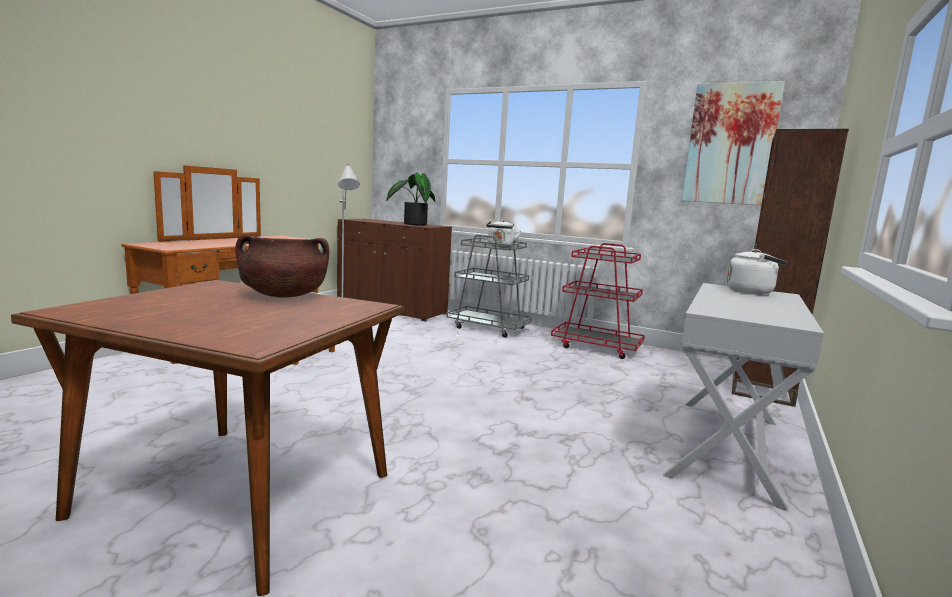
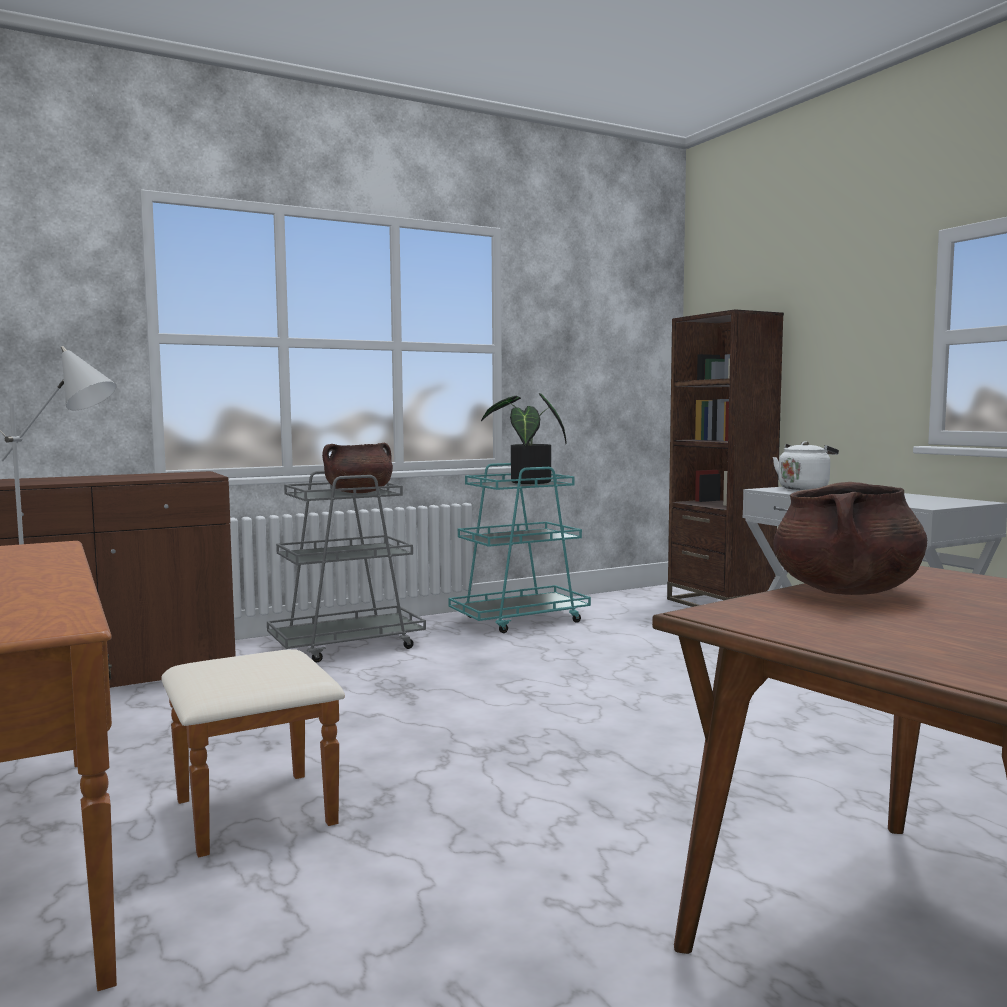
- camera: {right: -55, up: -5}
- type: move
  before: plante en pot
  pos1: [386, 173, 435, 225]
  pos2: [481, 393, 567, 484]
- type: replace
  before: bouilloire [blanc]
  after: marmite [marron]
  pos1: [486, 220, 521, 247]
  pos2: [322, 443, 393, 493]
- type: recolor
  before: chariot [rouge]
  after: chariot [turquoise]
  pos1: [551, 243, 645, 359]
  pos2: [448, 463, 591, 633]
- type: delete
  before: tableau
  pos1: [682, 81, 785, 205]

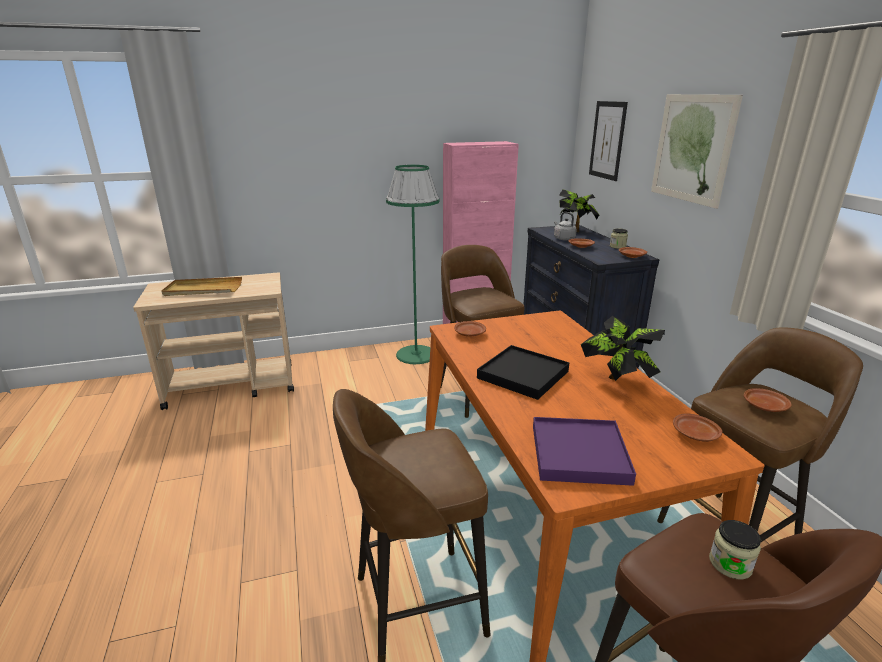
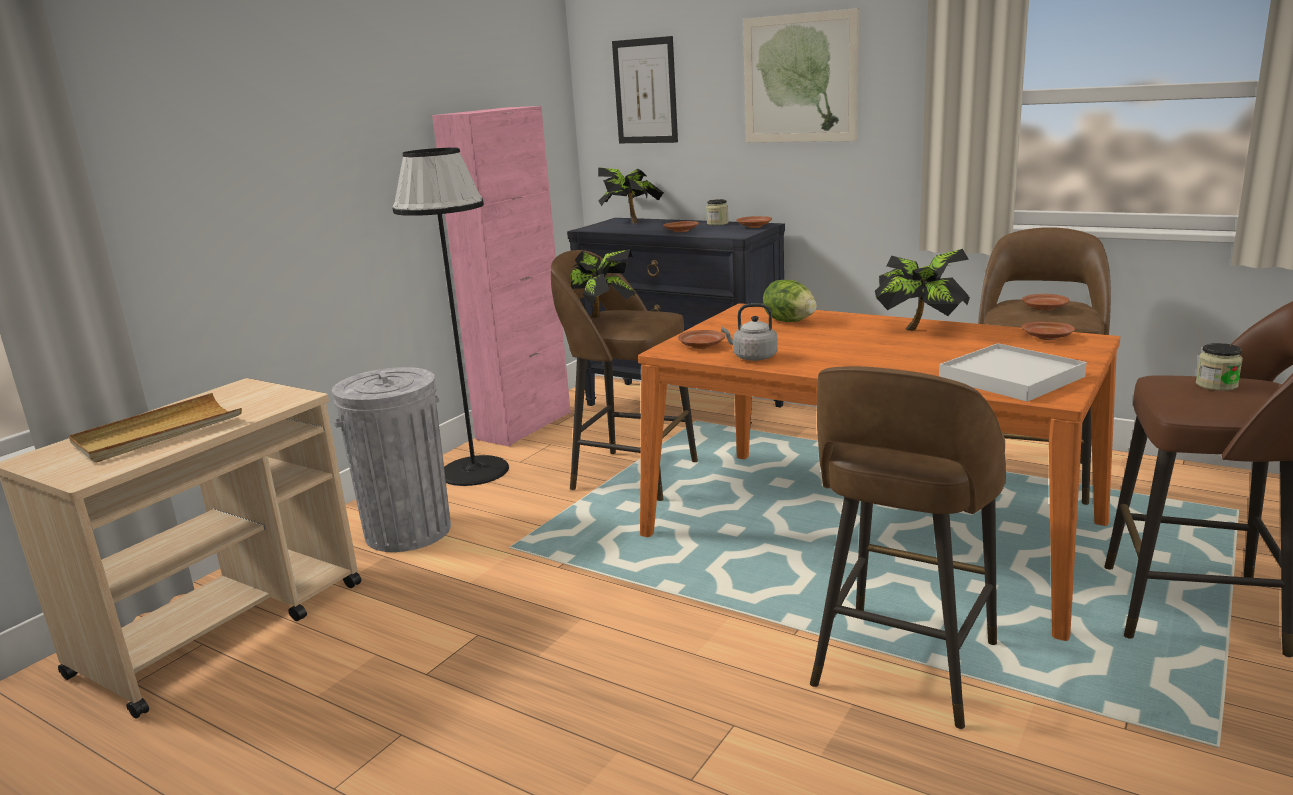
- camera: {right: -40, up: -5}
- type: recolor
  before: lampadaire [vert]
  after: lampadaire [noir]
  pos1: [386, 165, 440, 364]
  pos2: [393, 148, 509, 486]
- type: delete
  before: plateau [noir]
  pos1: [477, 345, 569, 400]
- type: recolor
  before: plateau [violet]
  after: plateau [blanc]
  pos1: [533, 417, 636, 486]
  pos2: [939, 343, 1087, 402]
- type: move
  before: bouilloire [gris]
  pos1: [554, 212, 576, 240]
  pos2: [721, 303, 778, 361]
- type: insert
  after: poubelle [gris]
  pos2: [332, 367, 451, 552]
- type: insert
  after: plante en pot
  pos2: [570, 249, 636, 318]
- type: insert
  after: laitue
  pos2: [763, 280, 817, 322]

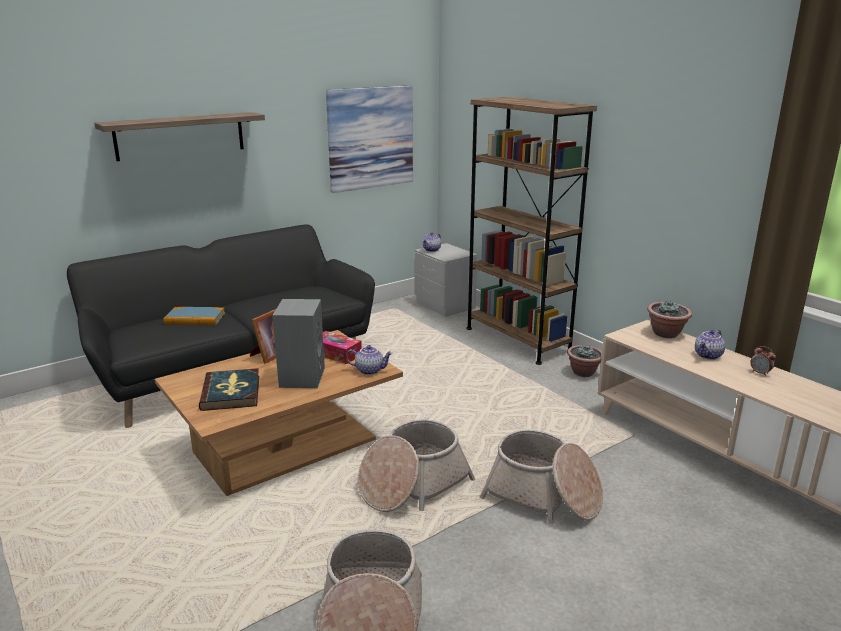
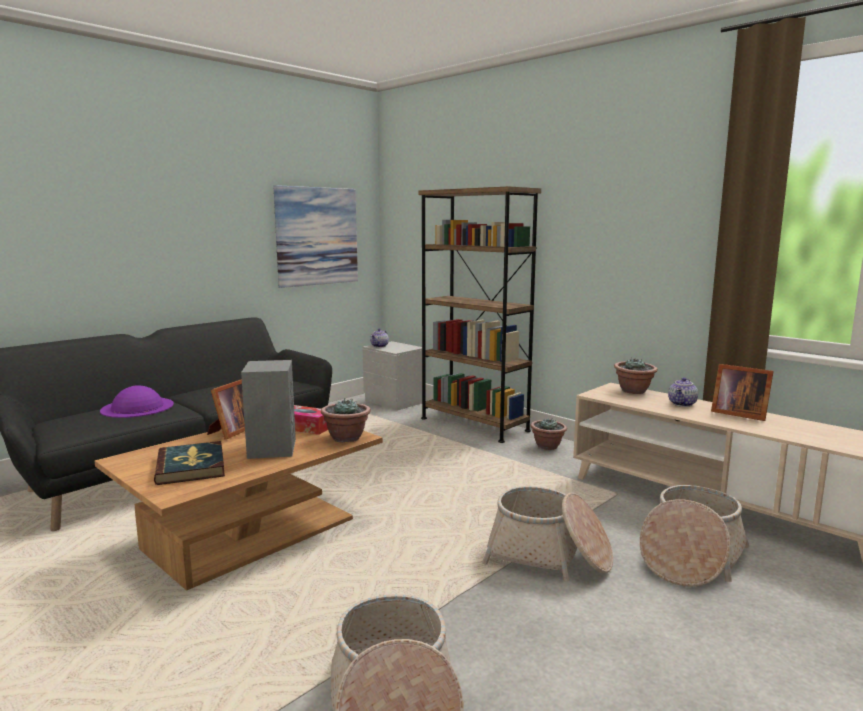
- camera: {right: -10, up: -10}
- type: delete
  before: étagère
  pos1: [95, 112, 265, 161]
- type: replace
  before: livre
  after: chapeau [violet]
  pos1: [163, 307, 225, 325]
  pos2: [100, 385, 174, 418]
- type: replace
  before: théière
  after: plante en pot
  pos1: [346, 345, 393, 375]
  pos2: [321, 399, 371, 443]
- type: move
  before: panier
  pos1: [358, 419, 475, 512]
  pos2: [640, 485, 749, 587]
- type: replace
  before: réveil
  after: cadre photo
  pos1: [750, 346, 776, 376]
  pos2: [711, 364, 774, 421]

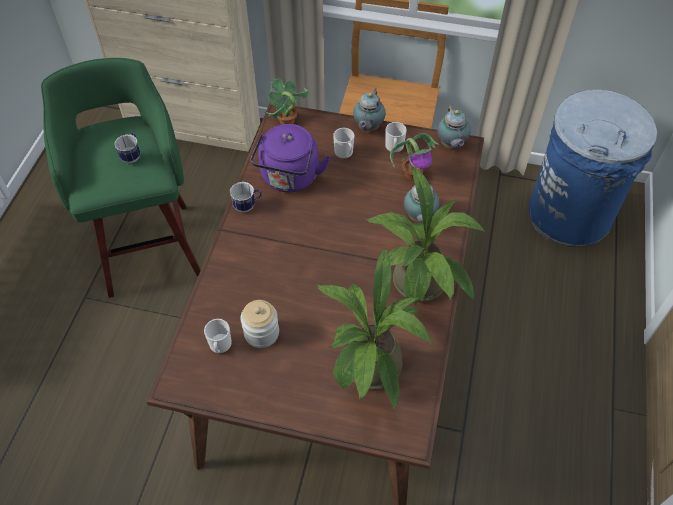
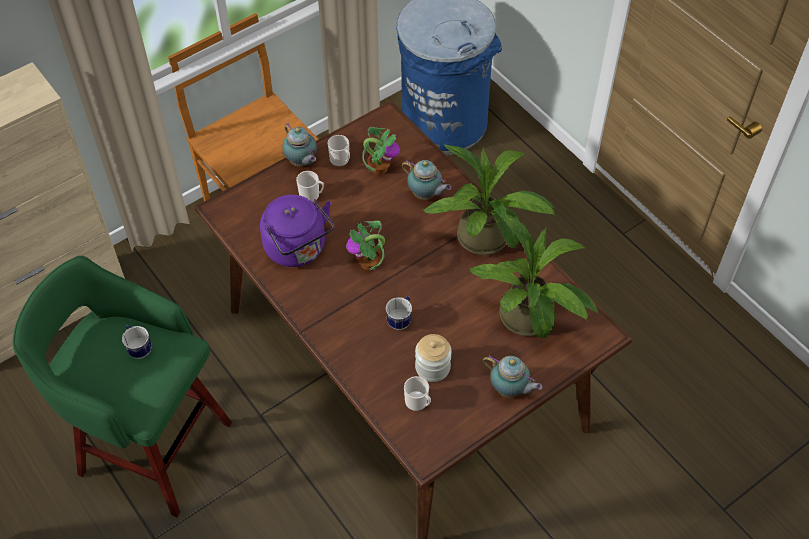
- camera: {right: -50, up: 0}
- type: move
  before: mug
  pos1: [230, 182, 262, 212]
  pos2: [386, 296, 412, 330]
- type: move
  before: plante en pot
  pos1: [265, 78, 309, 124]
  pos2: [346, 221, 385, 270]
- type: move
  before: théière
  pos1: [437, 104, 471, 149]
  pos2: [483, 355, 542, 398]

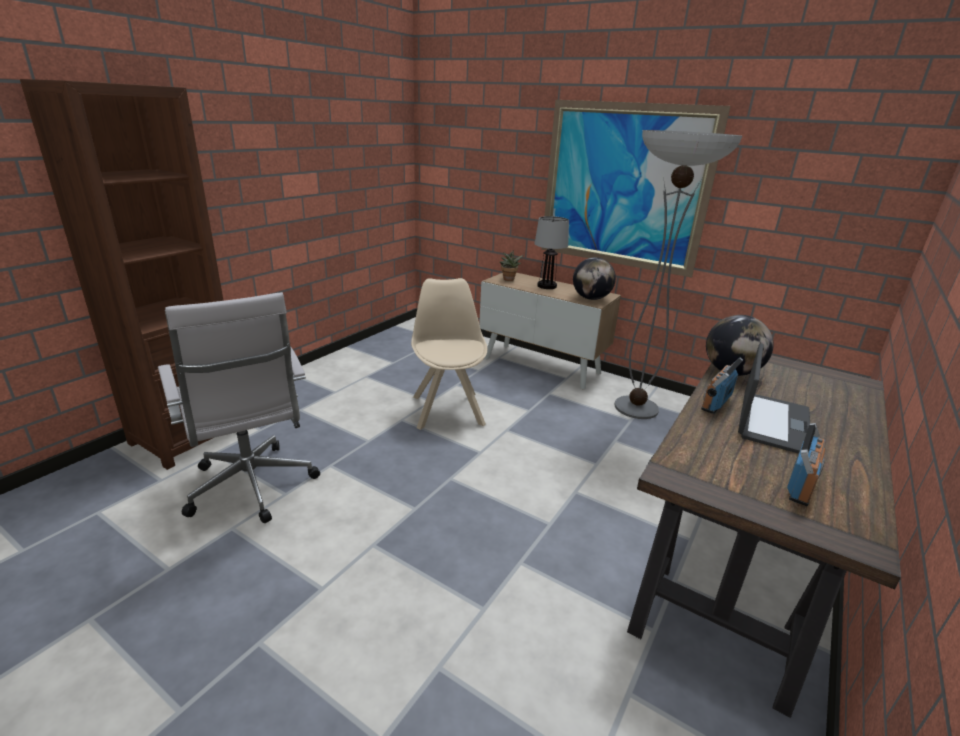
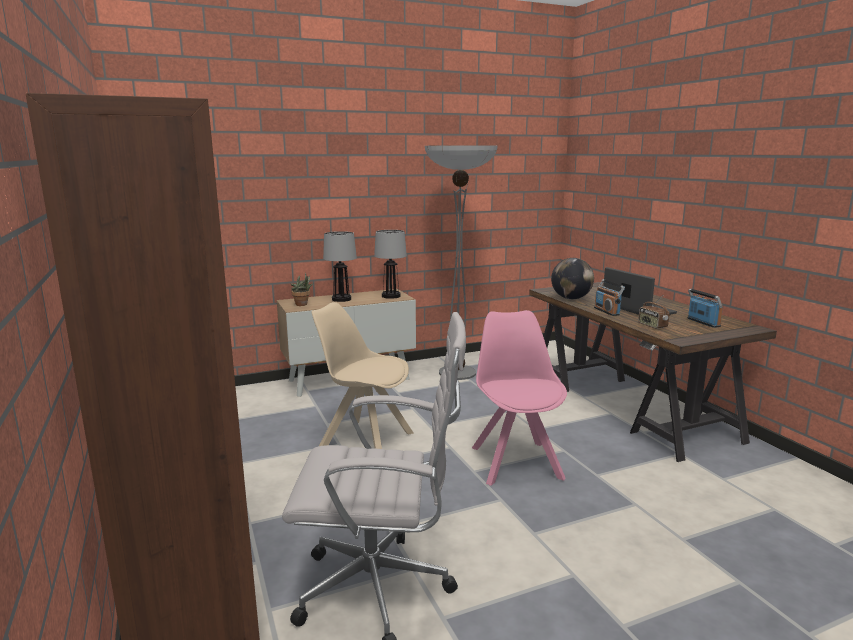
- camera: {right: -55, up: -10}
- type: delete
  before: tableau
  pos1: [541, 100, 731, 278]
- type: replace
  before: globe
  after: lampe de table
  pos1: [573, 257, 616, 300]
  pos2: [374, 230, 407, 299]
- type: insert
  after: chaise [rose]
  pos2: [472, 310, 567, 486]
- type: insert
  after: radio
  pos2: [638, 295, 669, 329]

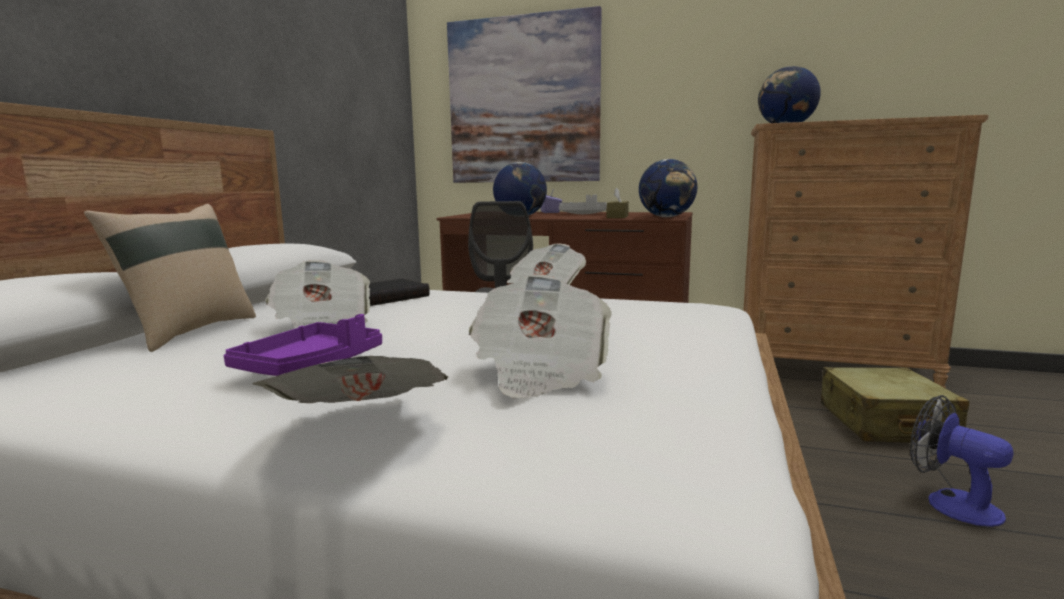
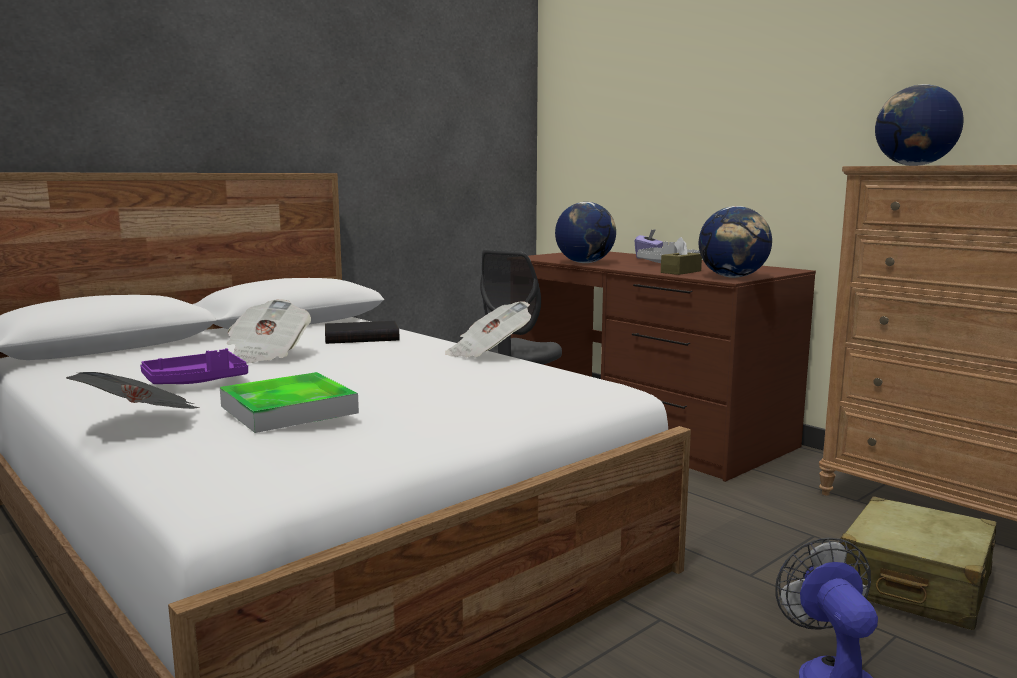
- camera: {right: 30, up: 0}
- type: delete
  before: coussin [beige]
  pos1: [84, 204, 256, 352]
- type: delete
  before: tableau
  pos1: [447, 6, 602, 183]
- type: replace
  before: journal
  after: plateau
  pos1: [469, 274, 612, 398]
  pos2: [220, 372, 359, 433]

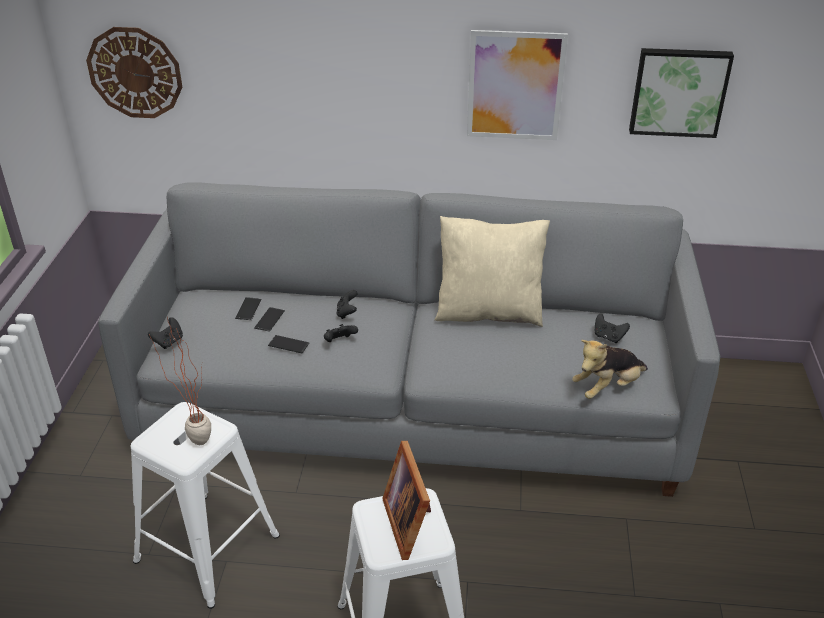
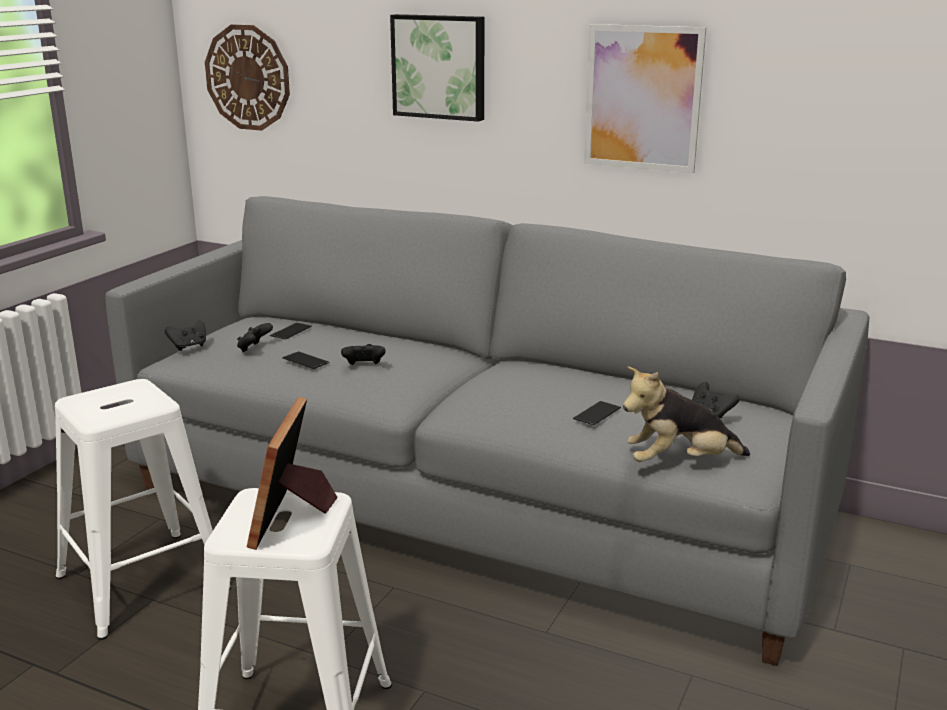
- camera: {right: 20, up: -15}
- type: delete
  before: plante en pot
  pos1: [149, 316, 211, 445]
- type: move
  before: téléphone
  pos1: [254, 307, 285, 332]
  pos2: [573, 401, 621, 425]
- type: move
  before: manette [noir]
  pos1: [336, 290, 358, 319]
  pos2: [237, 323, 273, 352]
- type: delete
  before: coussin [beige]
  pos1: [434, 216, 550, 327]
- type: move
  before: tableau
  pos1: [629, 48, 734, 138]
  pos2: [390, 14, 485, 122]

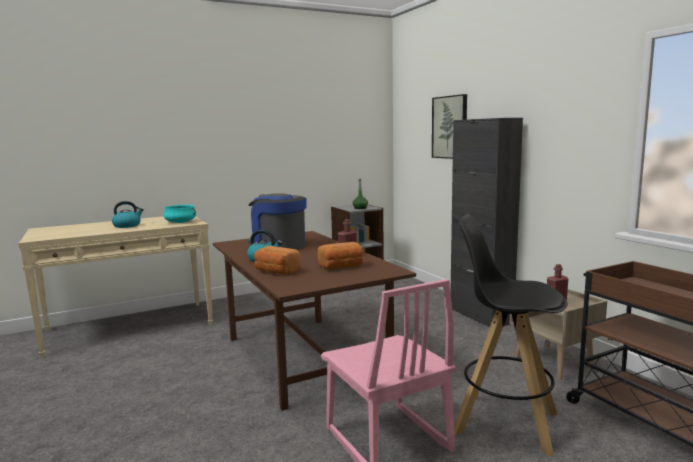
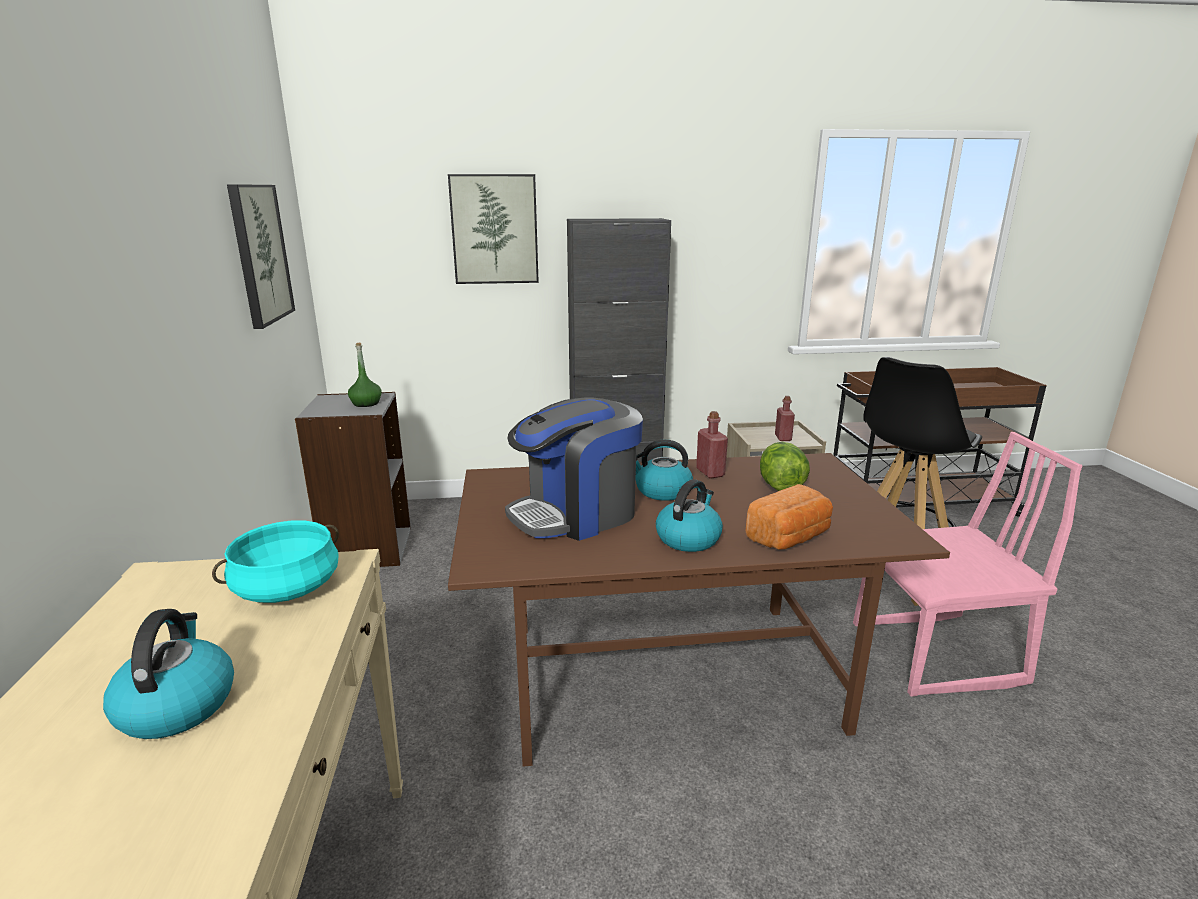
- camera: {right: -70, up: 10}
- type: replace
  before: pain
  after: laitue
  pos1: [318, 242, 363, 269]
  pos2: [760, 442, 810, 491]
- type: insert
  after: tableau
  pos2: [227, 184, 295, 329]
- type: insert
  after: bouilloire
  pos2: [635, 439, 693, 501]

